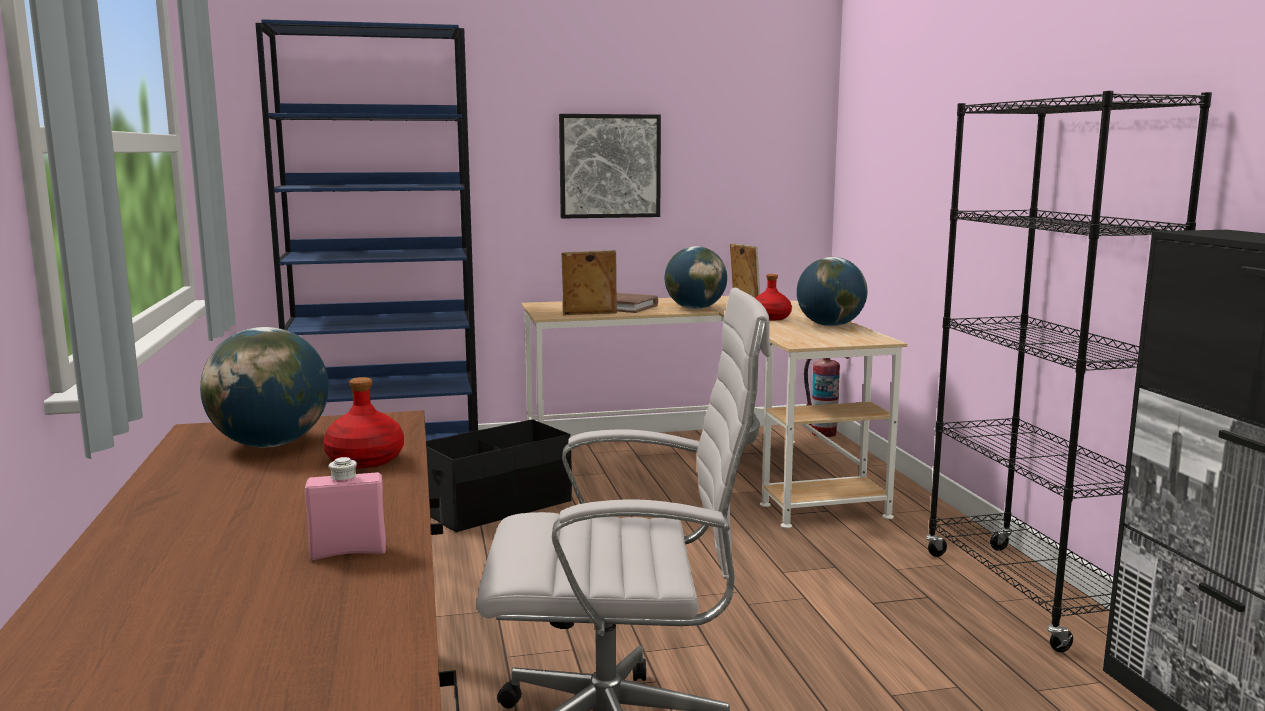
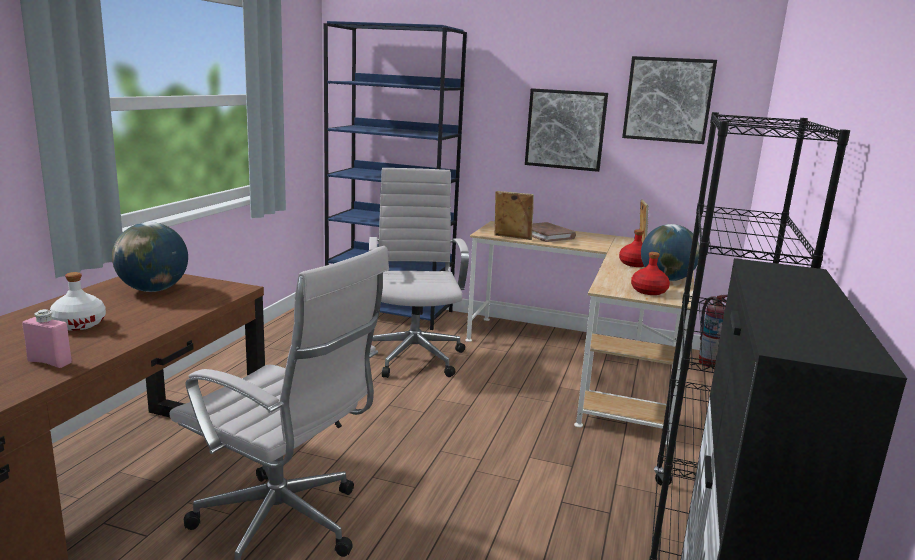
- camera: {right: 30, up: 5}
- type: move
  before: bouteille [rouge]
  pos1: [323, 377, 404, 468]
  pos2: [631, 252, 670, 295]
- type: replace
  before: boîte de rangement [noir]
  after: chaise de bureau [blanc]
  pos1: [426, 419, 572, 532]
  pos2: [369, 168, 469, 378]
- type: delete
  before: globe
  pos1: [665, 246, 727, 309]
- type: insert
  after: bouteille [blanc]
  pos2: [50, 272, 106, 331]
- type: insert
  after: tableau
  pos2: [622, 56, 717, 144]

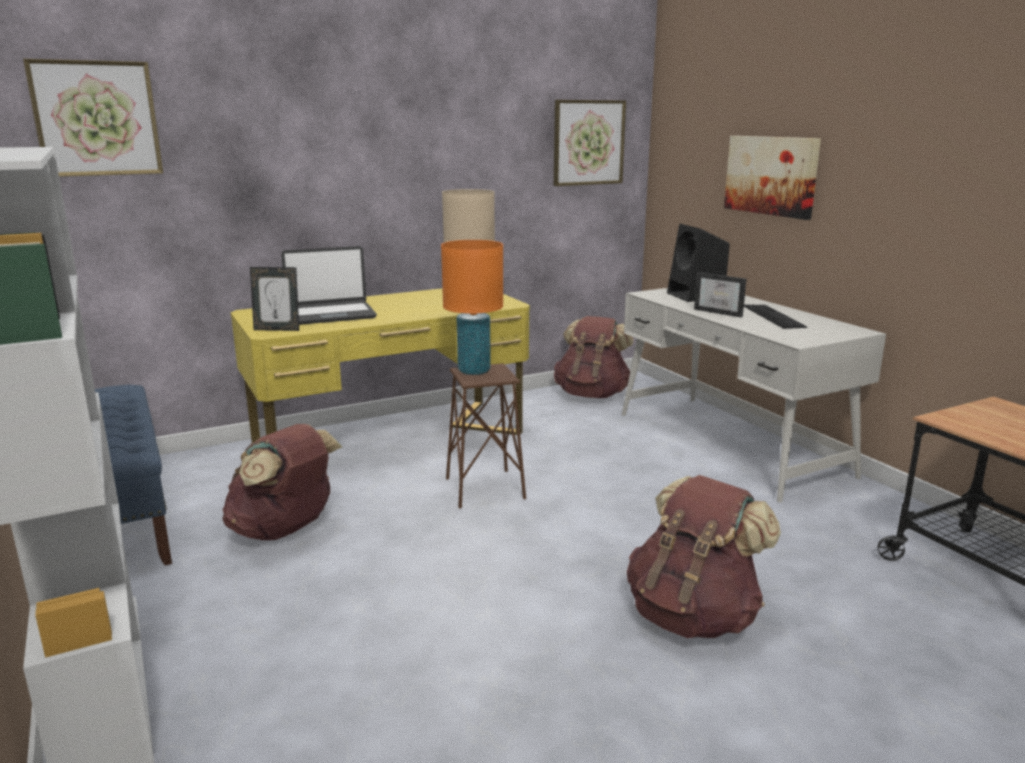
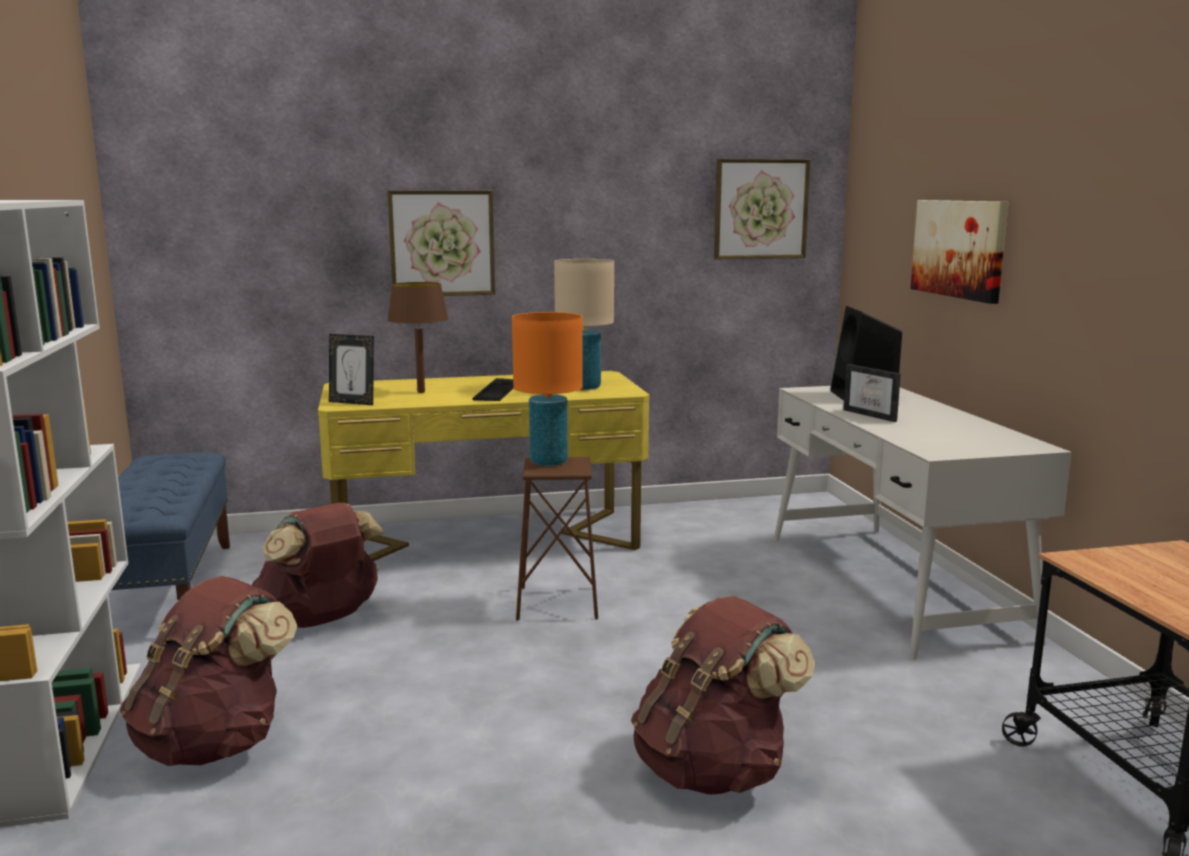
- camera: {right: 15, up: -5}
- type: move
  before: tableau
  pos1: [23, 59, 163, 177]
  pos2: [387, 190, 495, 296]
- type: replace
  before: ordinateur portable
  after: lampe de table [marron]
  pos1: [281, 246, 377, 325]
  pos2: [387, 282, 448, 393]
- type: move
  before: sac à dos [marron]
  pos1: [554, 316, 634, 398]
  pos2: [120, 576, 297, 766]
- type: move
  before: clavier
  pos1: [744, 304, 808, 329]
  pos2: [472, 378, 514, 401]

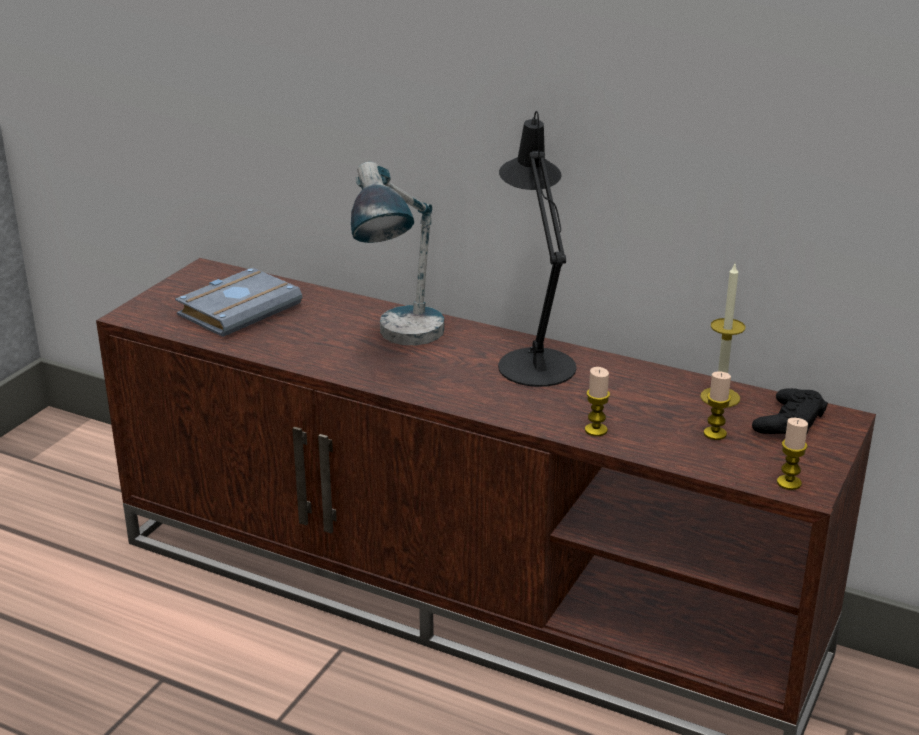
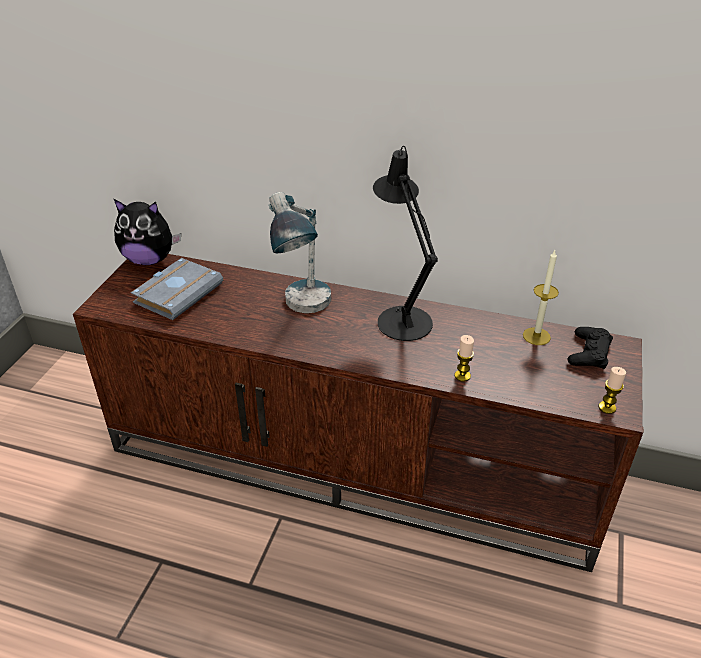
- camera: {right: -10, up: 10}
- type: delete
  before: bougie
  pos1: [704, 371, 731, 440]
- type: insert
  after: peluche
  pos2: [114, 199, 181, 265]

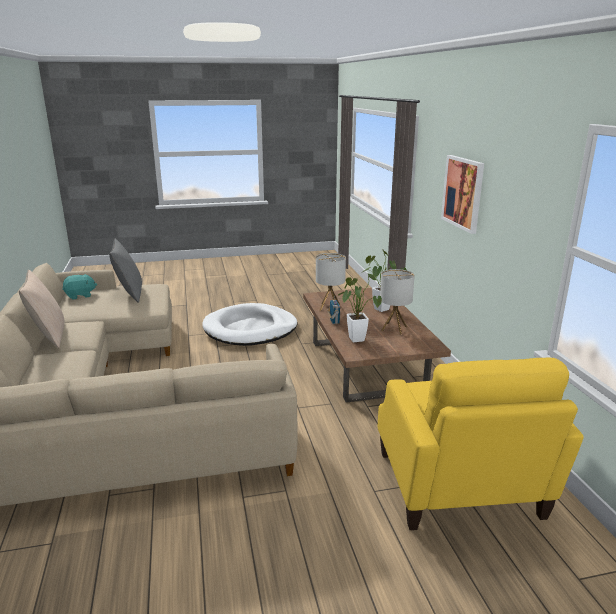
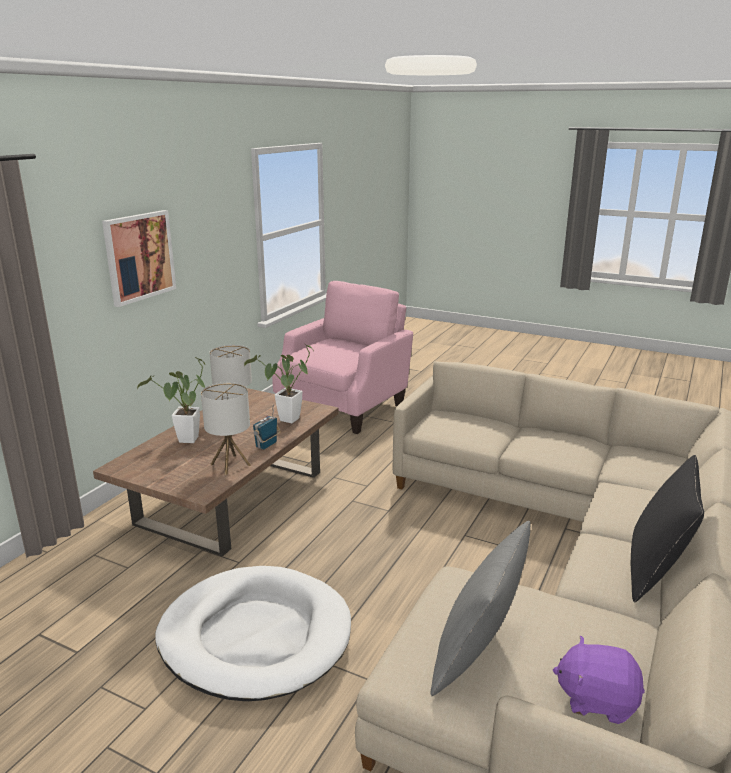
- camera: {right: -140, up: 0}
- type: recolor
  before: coussin [beige]
  after: coussin [noir]
  pos1: [19, 270, 64, 348]
  pos2: [631, 455, 704, 602]
- type: recolor
  before: peluche [turquoise]
  after: peluche [violet]
  pos1: [62, 274, 97, 300]
  pos2: [553, 635, 645, 724]
- type: recolor
  before: fauteuil [jaune]
  after: fauteuil [rose]
  pos1: [378, 358, 584, 530]
  pos2: [272, 281, 413, 434]

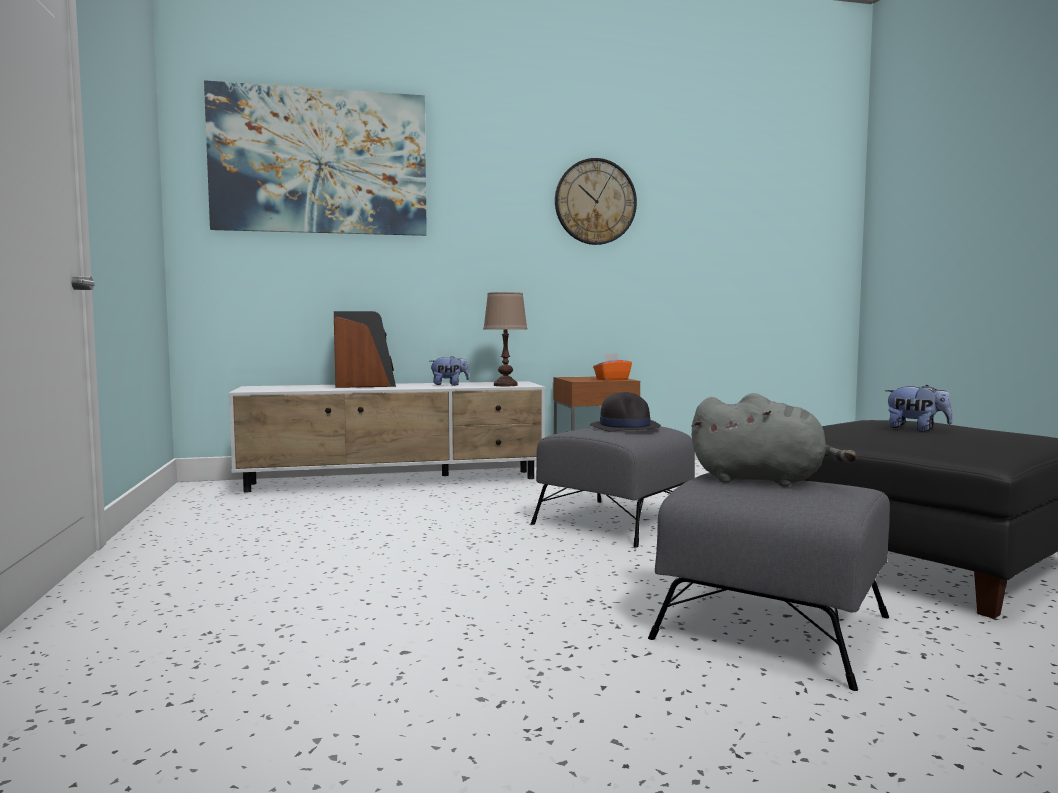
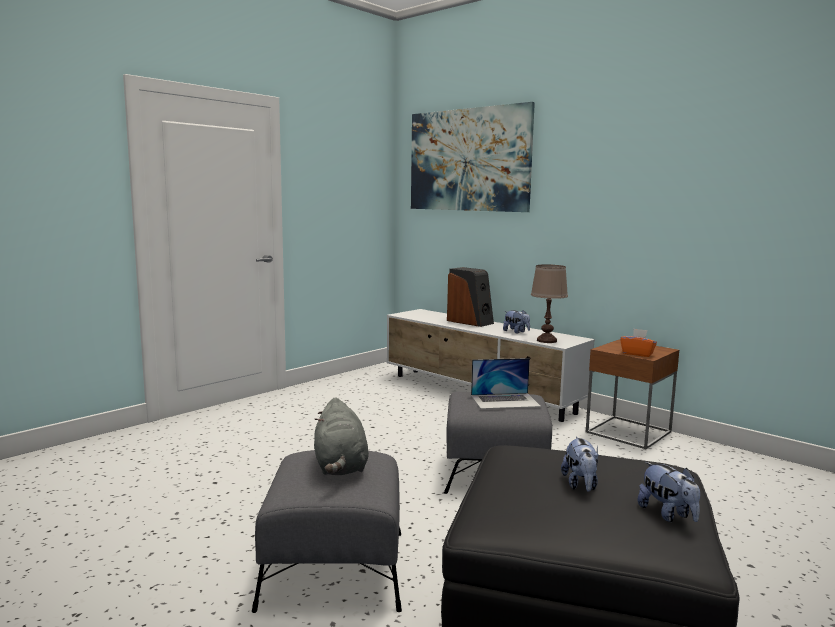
- camera: {right: 55, up: 5}
- type: delete
  before: horloge murale
  pos1: [555, 158, 637, 245]
- type: replace
  before: chapeau [noir]
  after: ordinateur portable
  pos1: [590, 392, 661, 432]
  pos2: [471, 358, 541, 409]
- type: insert
  after: peluche
  pos2: [638, 462, 700, 522]

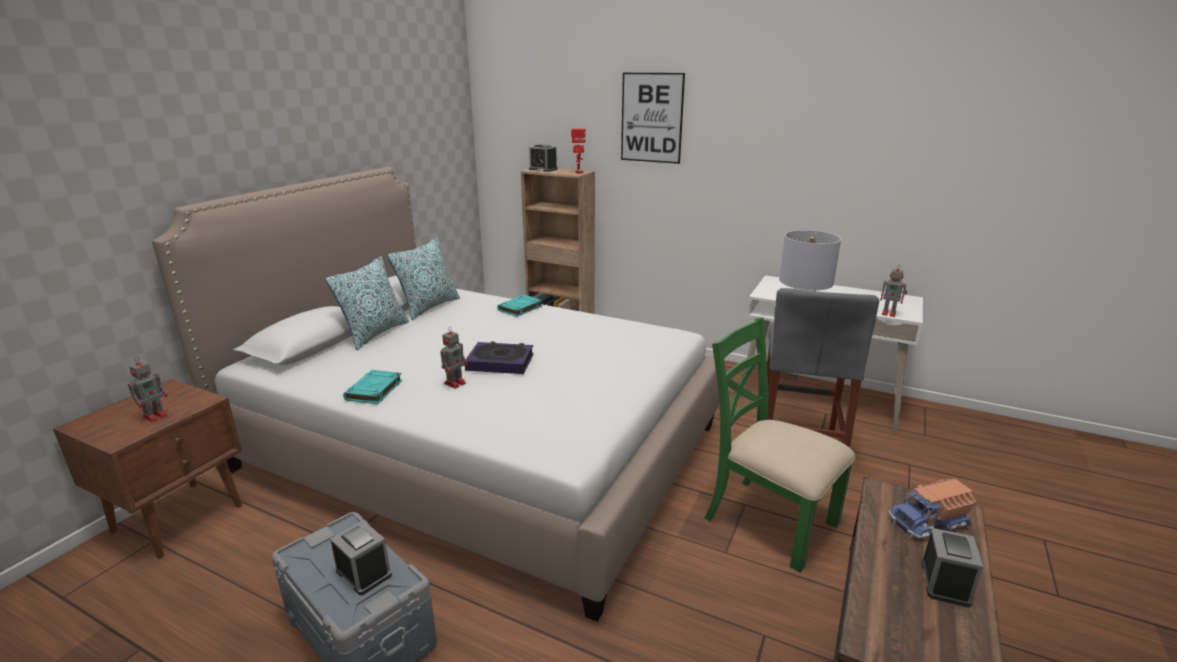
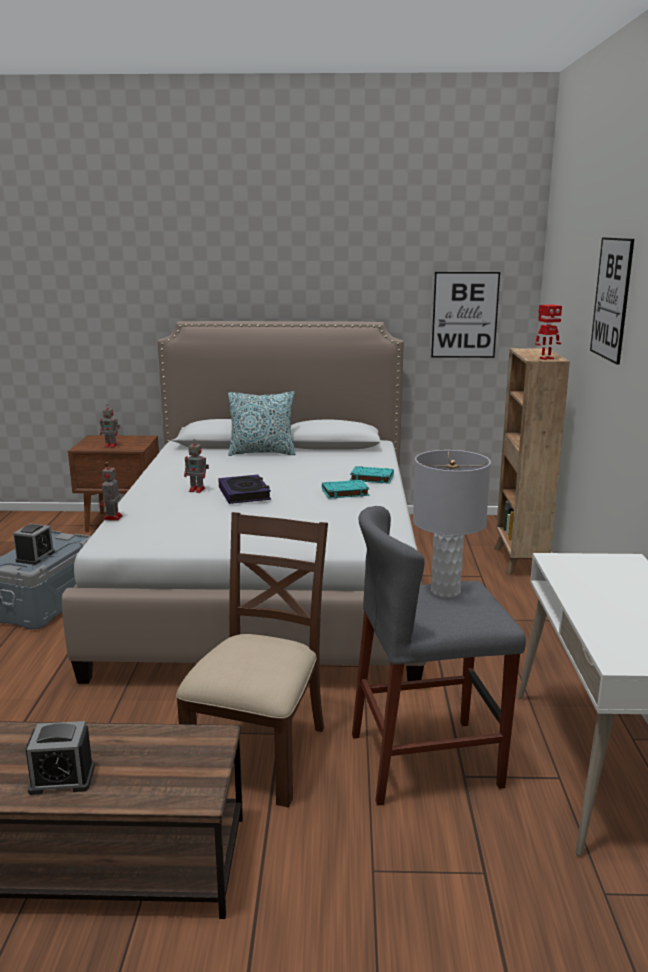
- camera: {right: 65, up: -5}
- type: move
  before: livre [turquoise]
  pos1: [343, 370, 402, 404]
  pos2: [322, 480, 370, 499]
- type: delete
  before: coussin
  pos1: [388, 237, 460, 320]
- type: delete
  before: réveil
  pos1: [529, 144, 558, 172]
- type: recolor
  before: chaise [vert]
  after: chaise [marron]
  pos1: [704, 318, 855, 573]
  pos2: [176, 512, 328, 807]
- type: move
  before: robot jouet
  pos1: [880, 265, 907, 317]
  pos2: [100, 463, 123, 521]
- type: delete
  before: camion jouet
  pos1: [888, 479, 976, 538]
- type: insert
  after: tableau
  pos2: [431, 272, 500, 358]

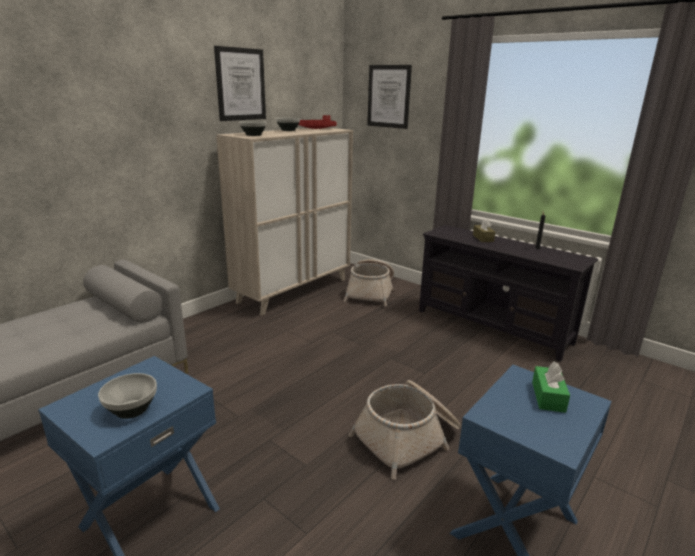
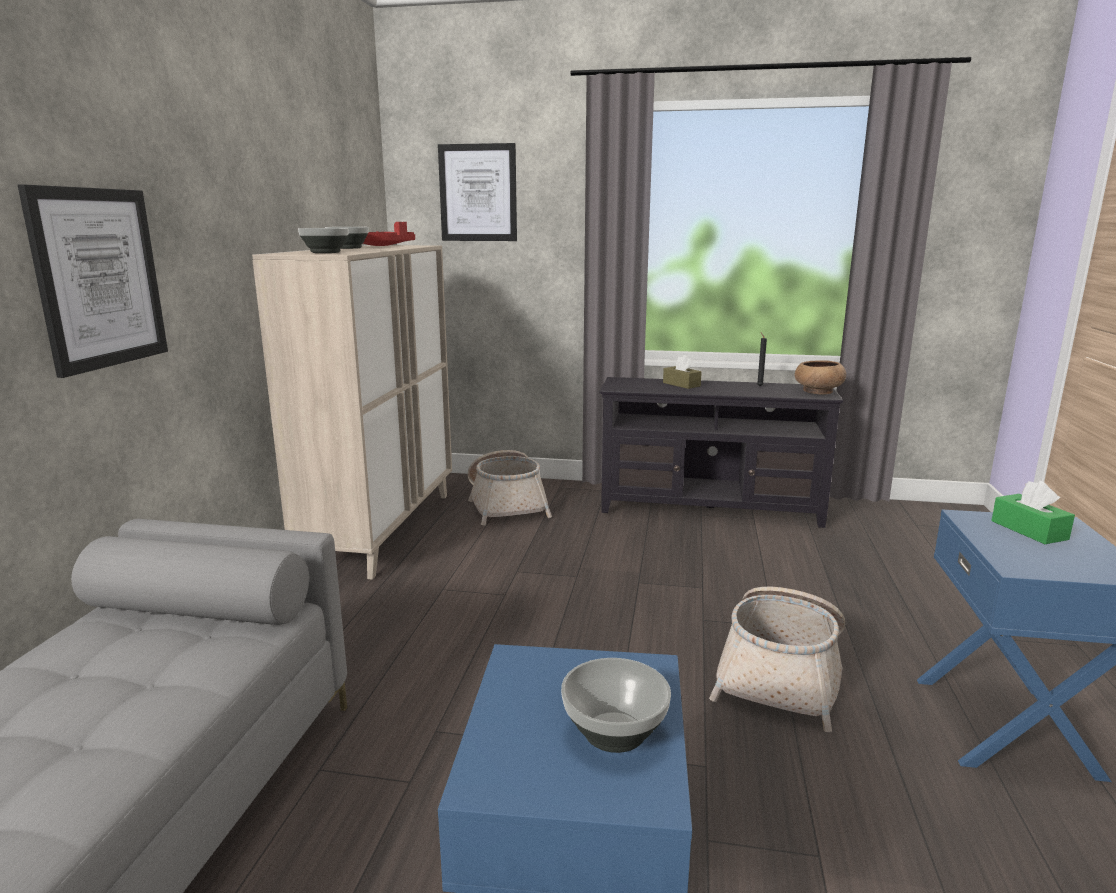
- camera: {right: -30, up: -5}
- type: move
  before: tableau
  pos1: [214, 46, 266, 121]
  pos2: [18, 184, 168, 378]
- type: insert
  after: bol [marron]
  pos2: [795, 360, 846, 394]

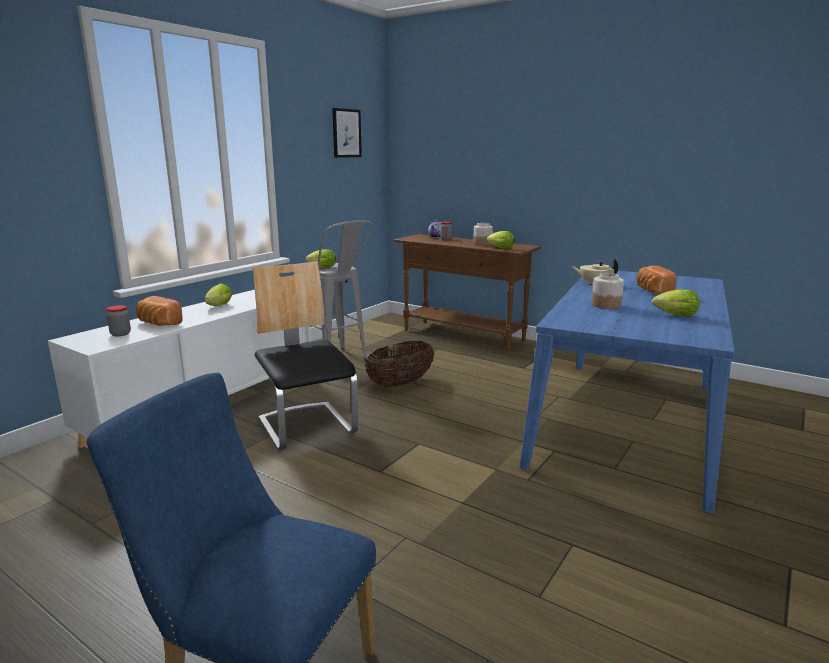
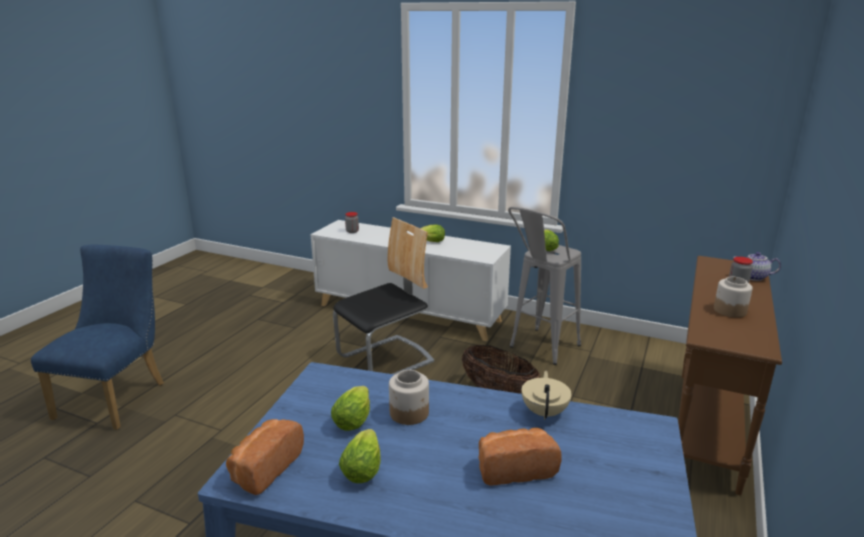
- camera: {right: 80, up: 5}
- type: move
  before: pain
  pos1: [136, 296, 183, 326]
  pos2: [226, 419, 304, 495]
- type: delete
  before: tableau
  pos1: [332, 108, 362, 158]
- type: move
  before: laitue
  pos1: [487, 231, 515, 249]
  pos2: [331, 386, 370, 431]

